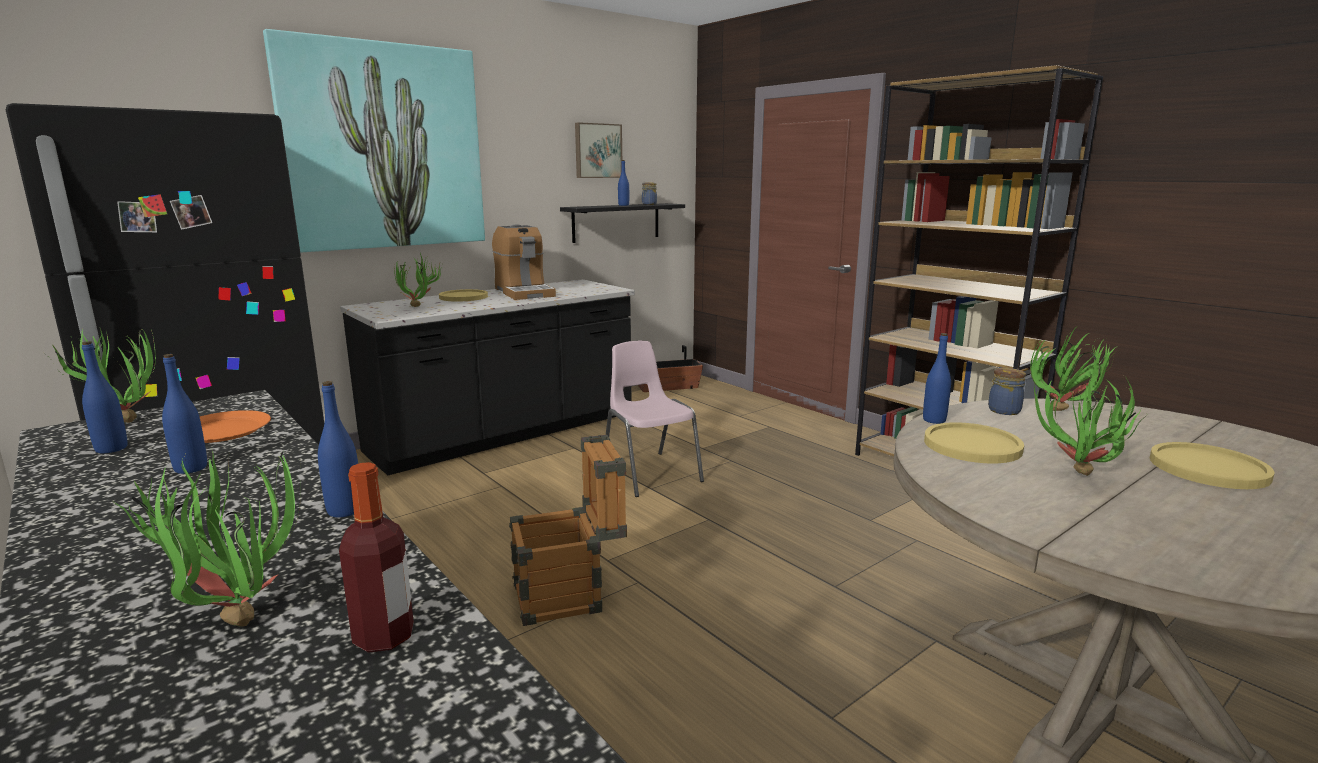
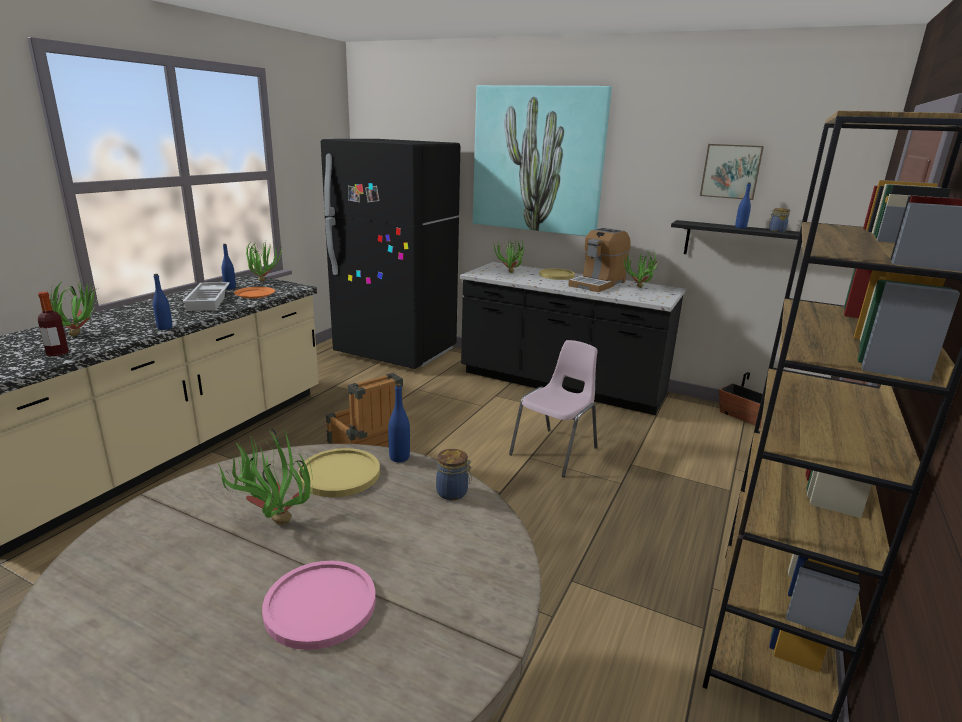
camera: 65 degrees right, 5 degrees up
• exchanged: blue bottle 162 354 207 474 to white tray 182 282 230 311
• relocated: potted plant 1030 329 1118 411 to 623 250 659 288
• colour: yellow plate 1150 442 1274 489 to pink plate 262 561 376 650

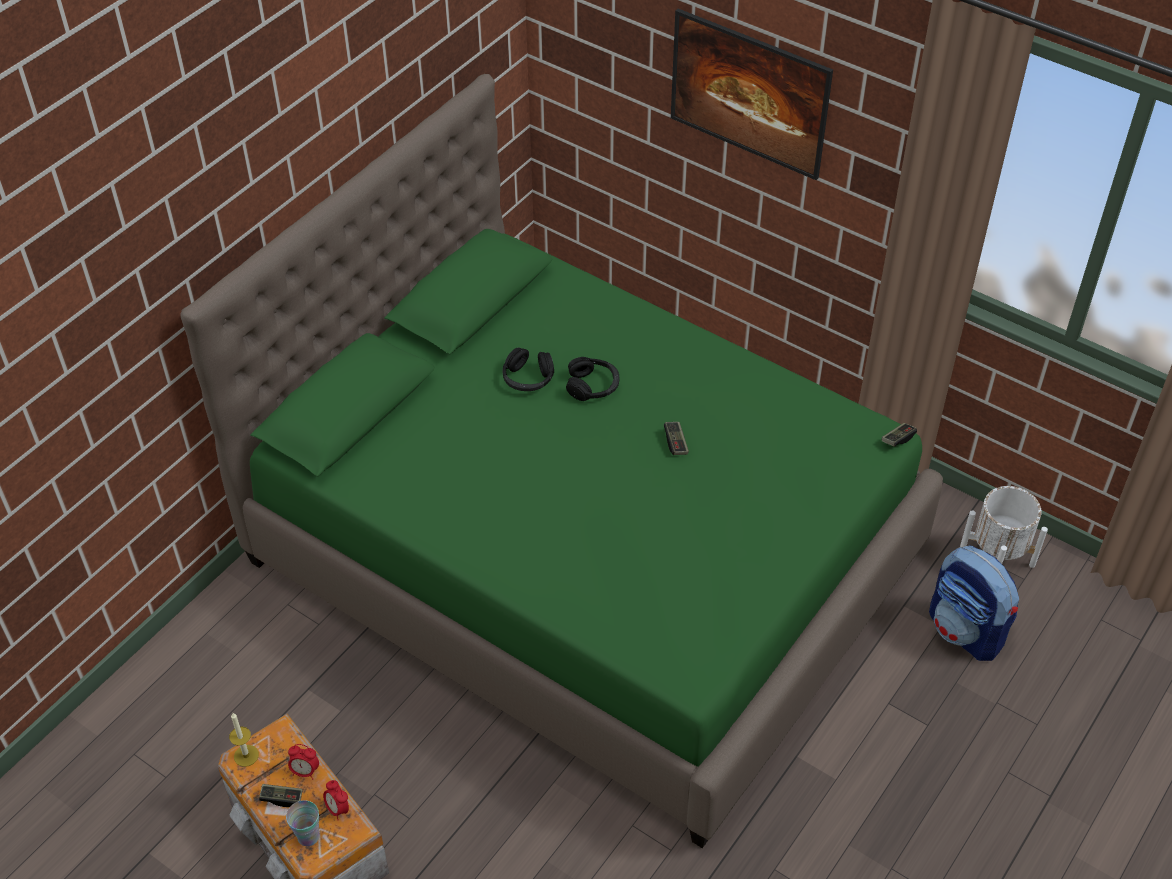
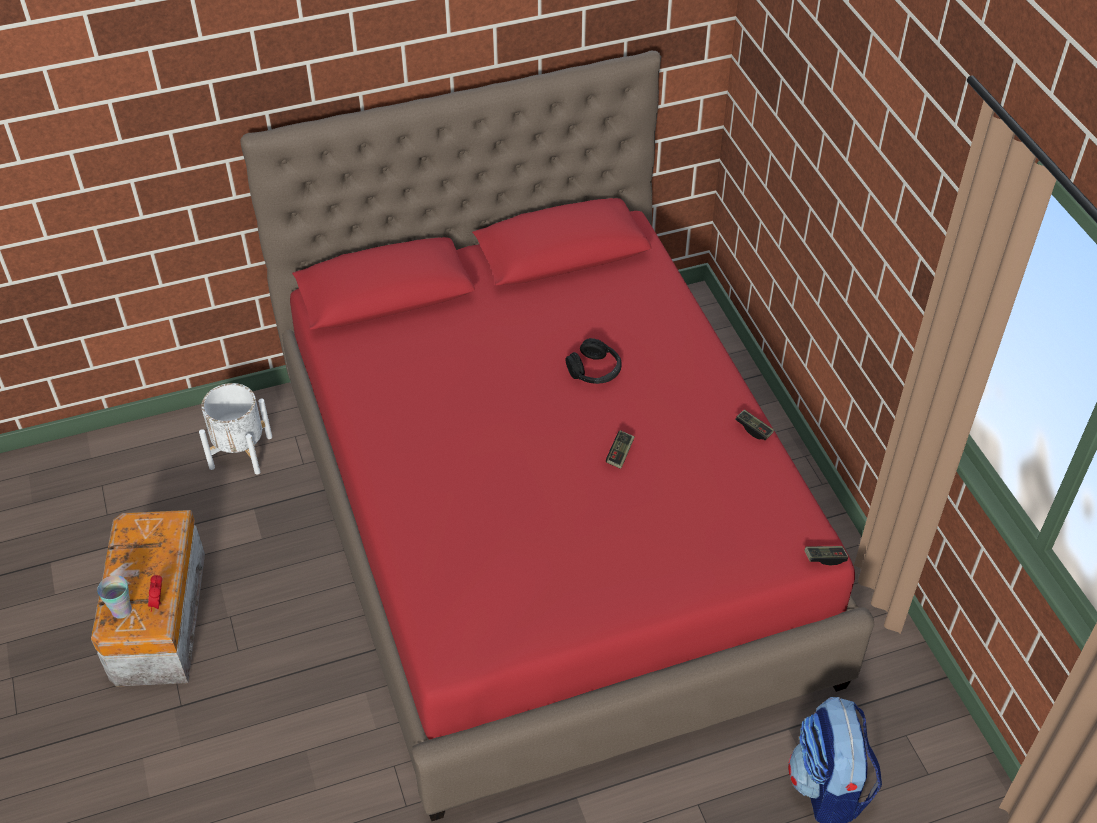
camera: 35 degrees right, 0 degrees up
• colour: green bed 181 74 943 848 to red bed 240 51 874 821
• missing: candle 229 713 259 767
• relocated: game controller 259 784 302 807 to 735 409 774 440
• missing: alarm clock 288 744 319 779
• missing: black headphones 503 348 554 391
• missing: picture 671 9 833 180
• relocated: white planter 960 486 1048 568 to 199 383 272 475

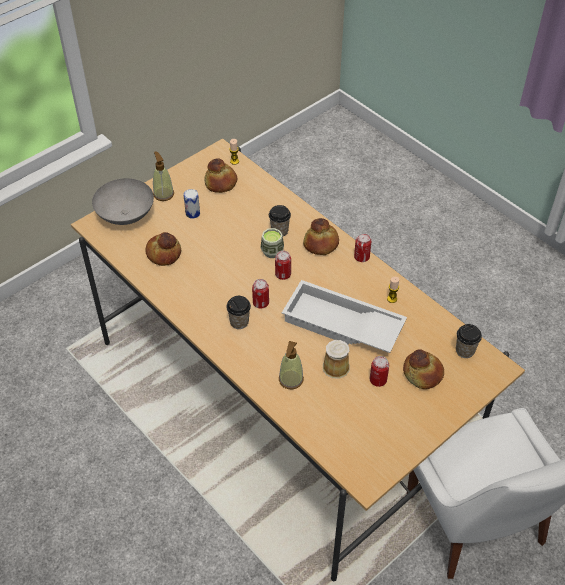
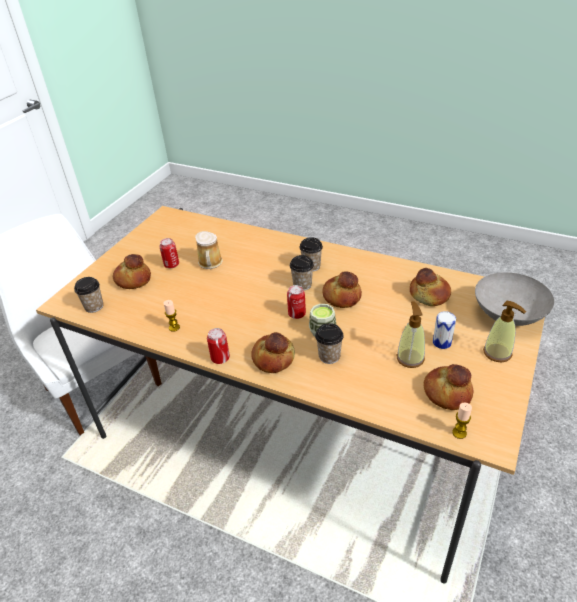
camera: 160 degrees right, 10 degrees down
• exchanged: can 252 279 269 309 to cup 290 255 314 291
• relocated: soap dispenser 279 341 304 389 to 397 301 425 368
• missing: white tray 282 280 407 353
• appeared: bread 323 271 362 308

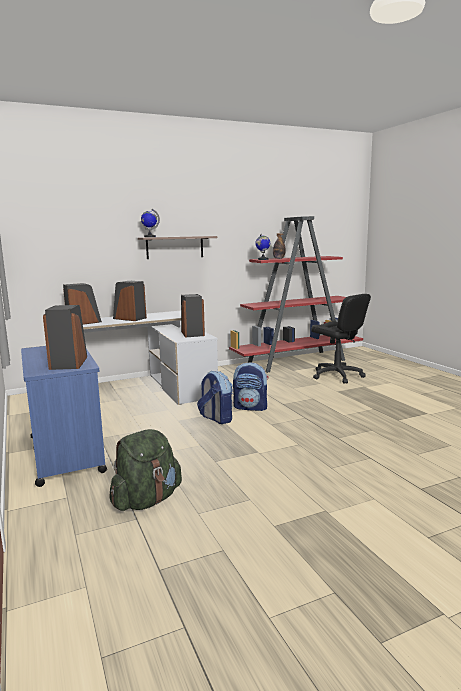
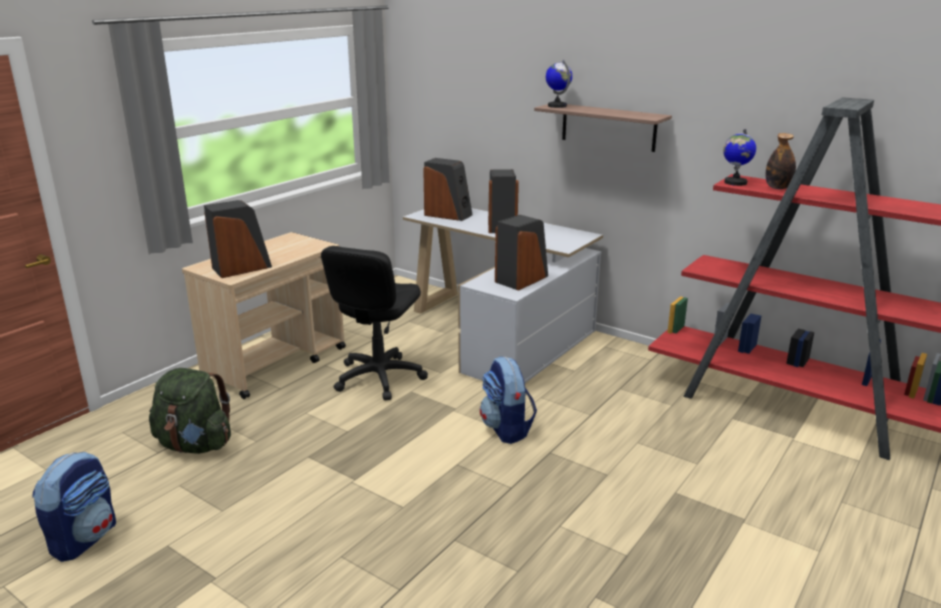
camera: 60 degrees right, 10 degrees up
• colour: blue cart 21 346 107 487 to beige cart 182 232 346 399
• relocated: backpack 197 371 233 424 to 32 452 116 562
• relocated: black office chair 311 294 371 384 to 321 246 428 401

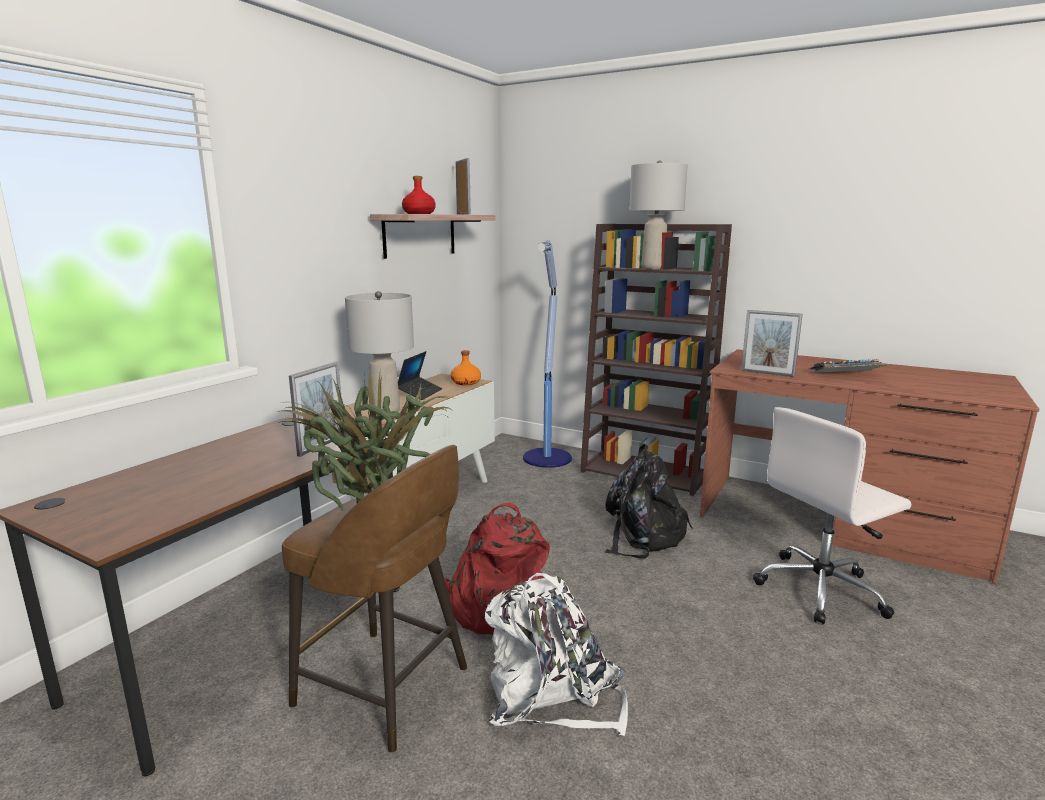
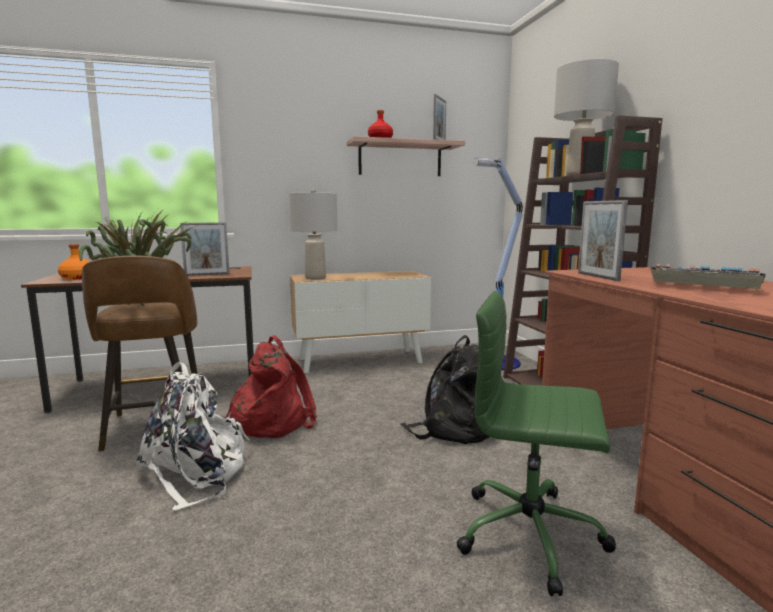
camera: 45 degrees right, 5 degrees down
• missing: laptop 398 351 443 400
• relocated: orange bottle 451 350 481 385 to 58 244 90 280
• colour: white office chair 753 407 911 624 to green office chair 457 291 616 597

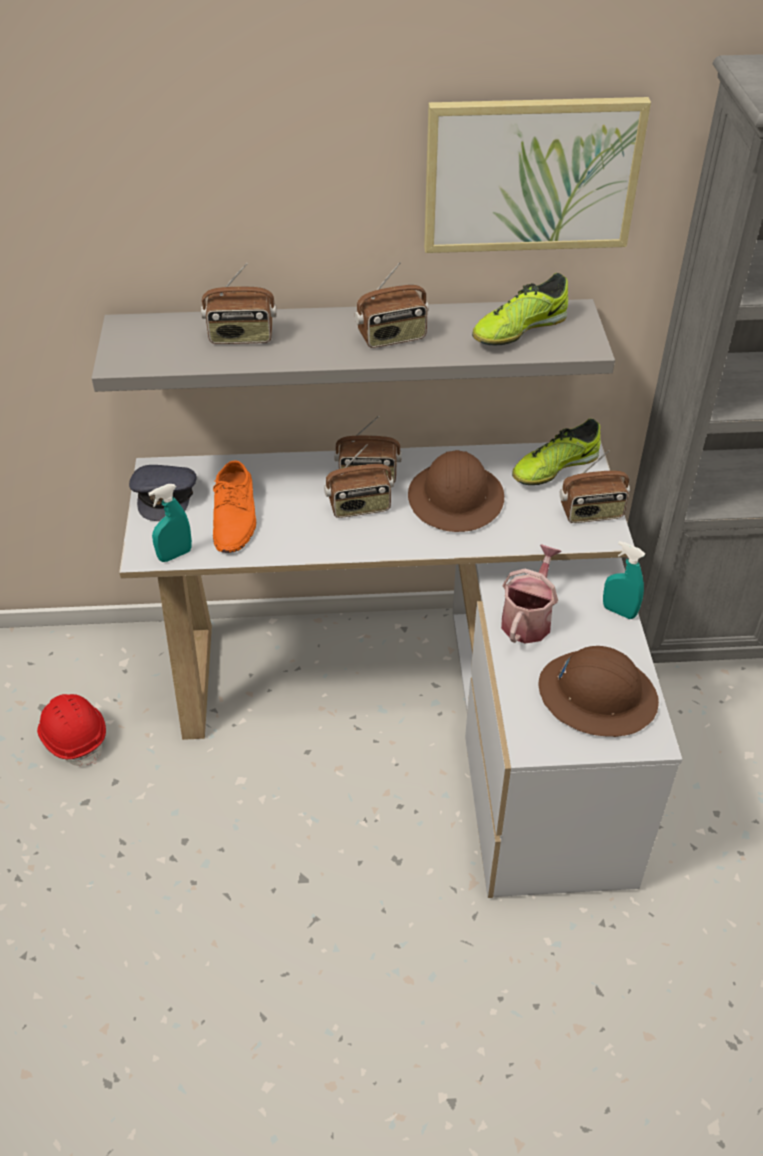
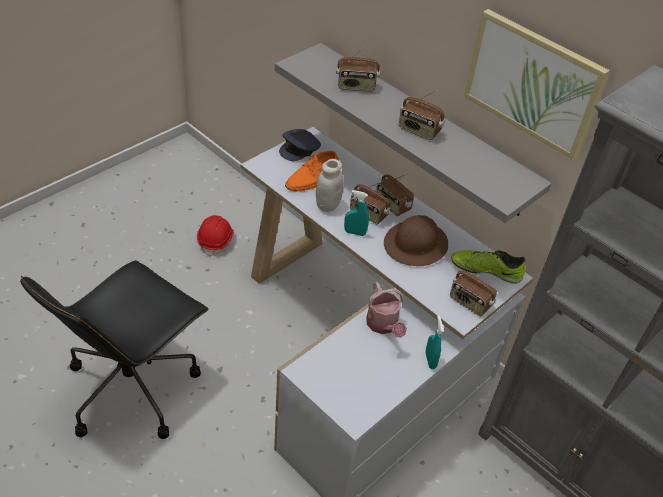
camera: 45 degrees right, 0 degrees up
• relocated: turquoise spray bottle 148 484 192 562 to 344 190 369 236
• spun: radio 201 263 277 344 = 336 44 380 92 45 degrees counterclockwise
• missing: shoe 472 273 568 345
• spun: watering can 501 544 562 644 = 367 282 407 338 90 degrees clockwise
• missing: brown hard hat 538 646 659 737
• appeared: black office chair 20 260 208 439
• appeared: white jar 316 159 344 212

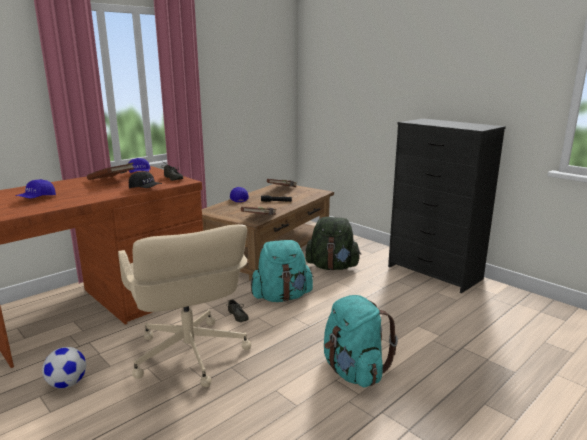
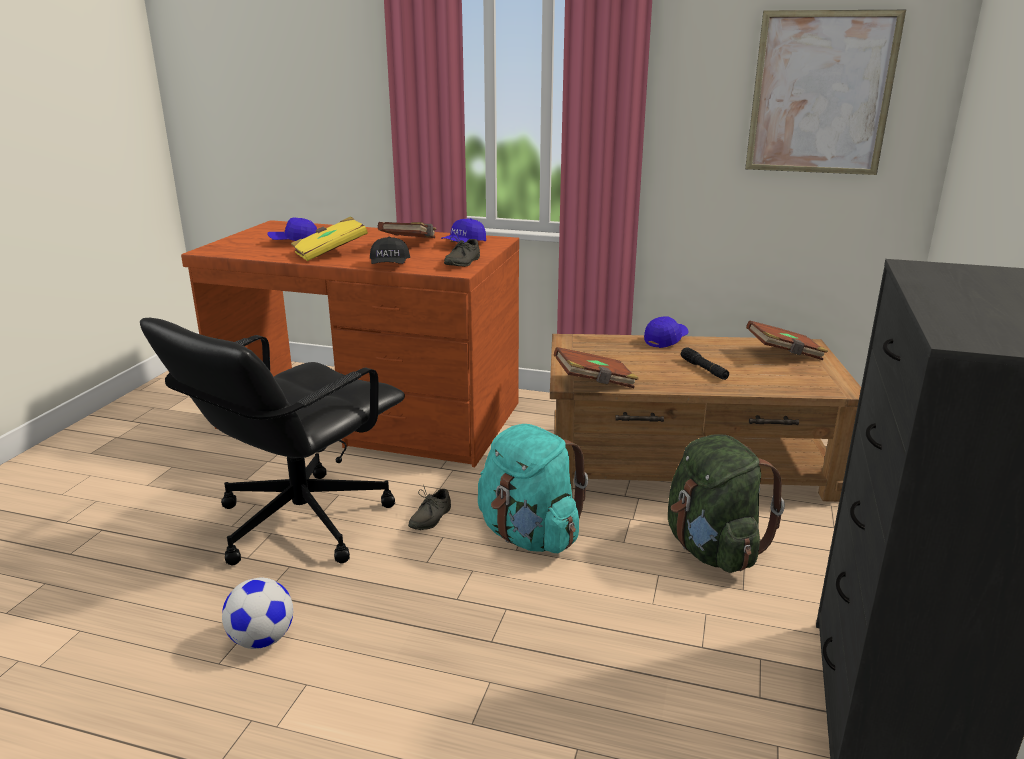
camera: 60 degrees right, 5 degrees up
• relocated: football 42 347 86 388 to 222 578 293 649
• colour: beige office chair 118 224 251 387 to black office chair 140 318 405 565
• missing: turquoise backpack 324 295 398 388
• appeared: yellow book 291 216 368 261
• appeared: picture 745 10 906 175

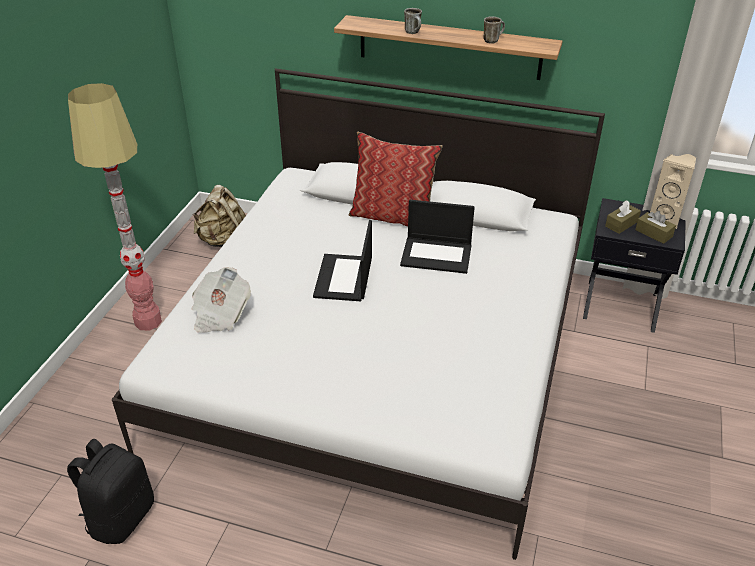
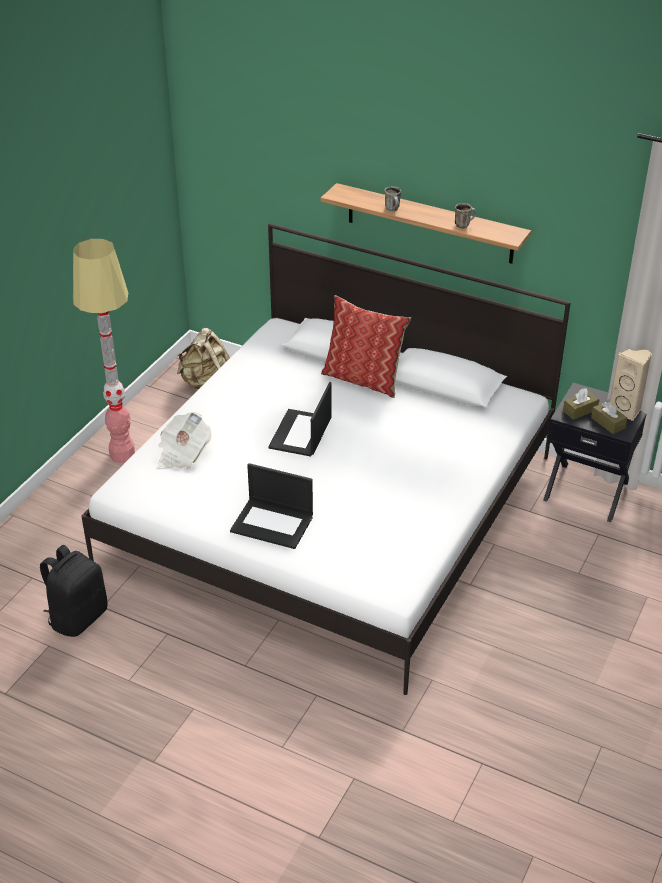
camera: 10 degrees right, 0 degrees up
• relocated: laptop 400 200 475 274 to 230 463 313 549

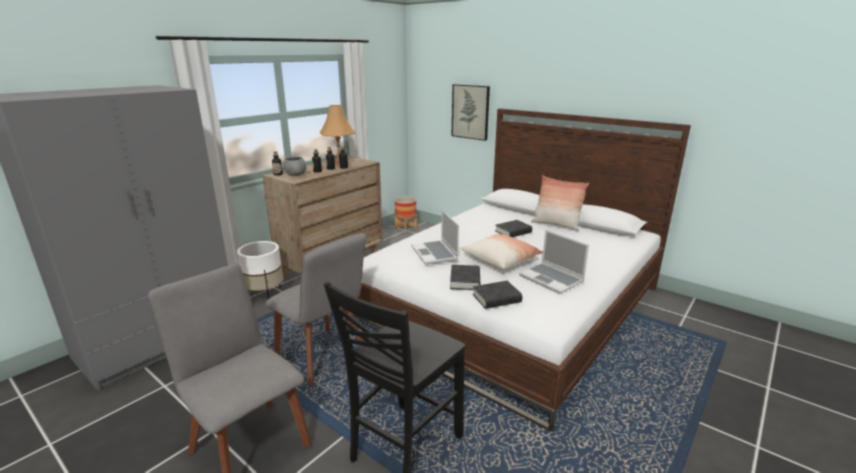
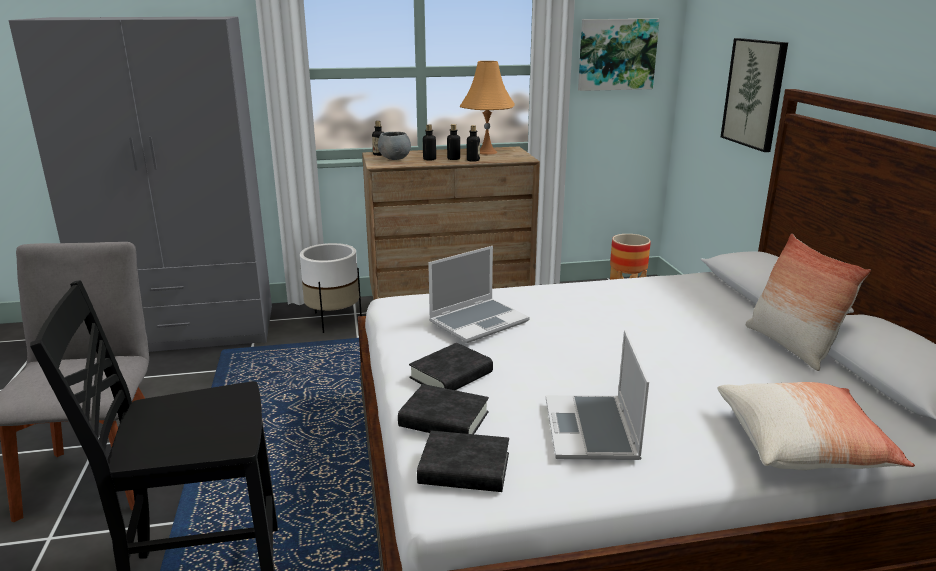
camera: 40 degrees right, 0 degrees up
• missing: grey chair 265 233 366 386
• spun: laptop 411 210 459 265 = 428 246 530 343 150 degrees counterclockwise
• relocated: pillow 461 234 543 270 to 717 382 915 470
• relocated: black book 495 220 532 237 to 417 431 509 492
• appeared: picture 578 19 660 91

